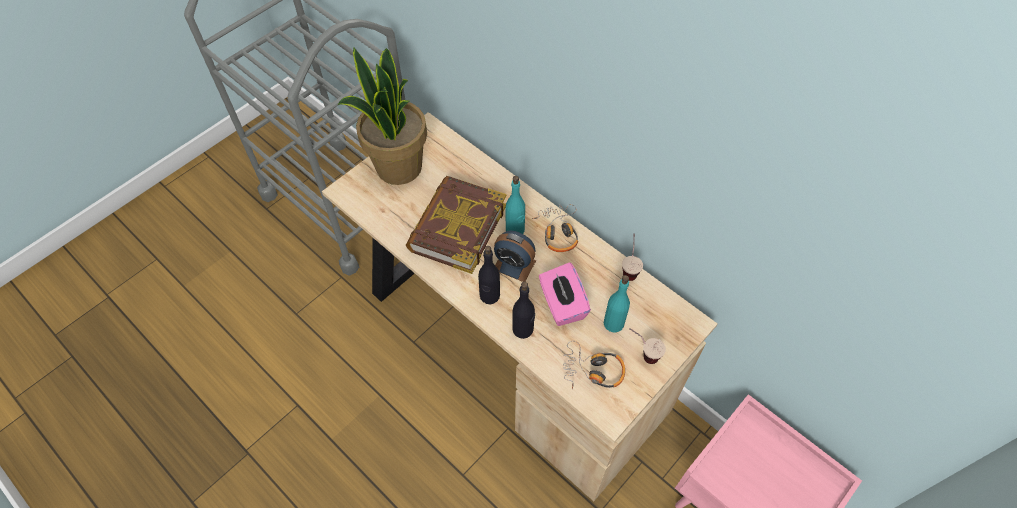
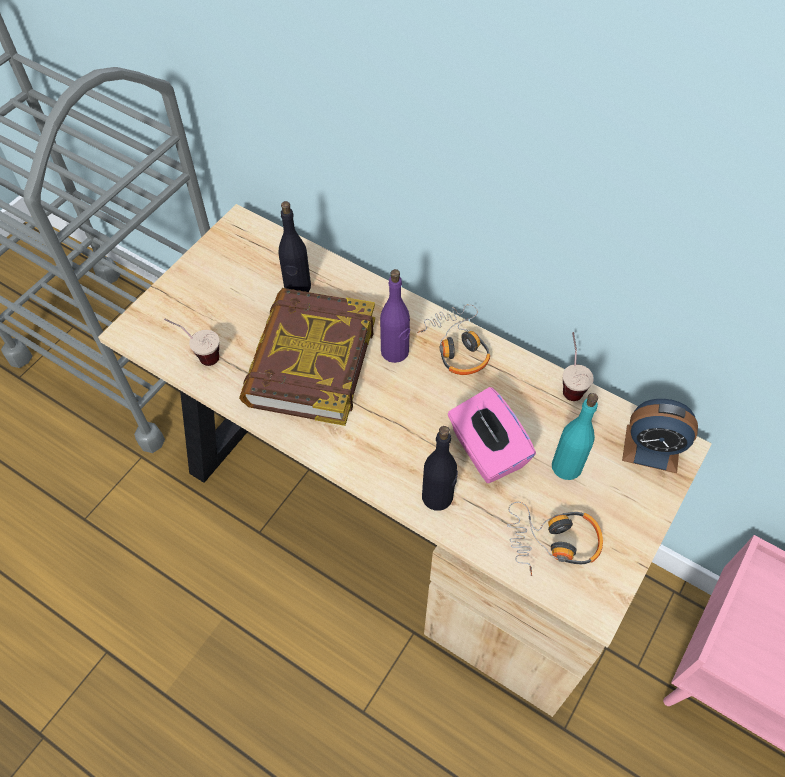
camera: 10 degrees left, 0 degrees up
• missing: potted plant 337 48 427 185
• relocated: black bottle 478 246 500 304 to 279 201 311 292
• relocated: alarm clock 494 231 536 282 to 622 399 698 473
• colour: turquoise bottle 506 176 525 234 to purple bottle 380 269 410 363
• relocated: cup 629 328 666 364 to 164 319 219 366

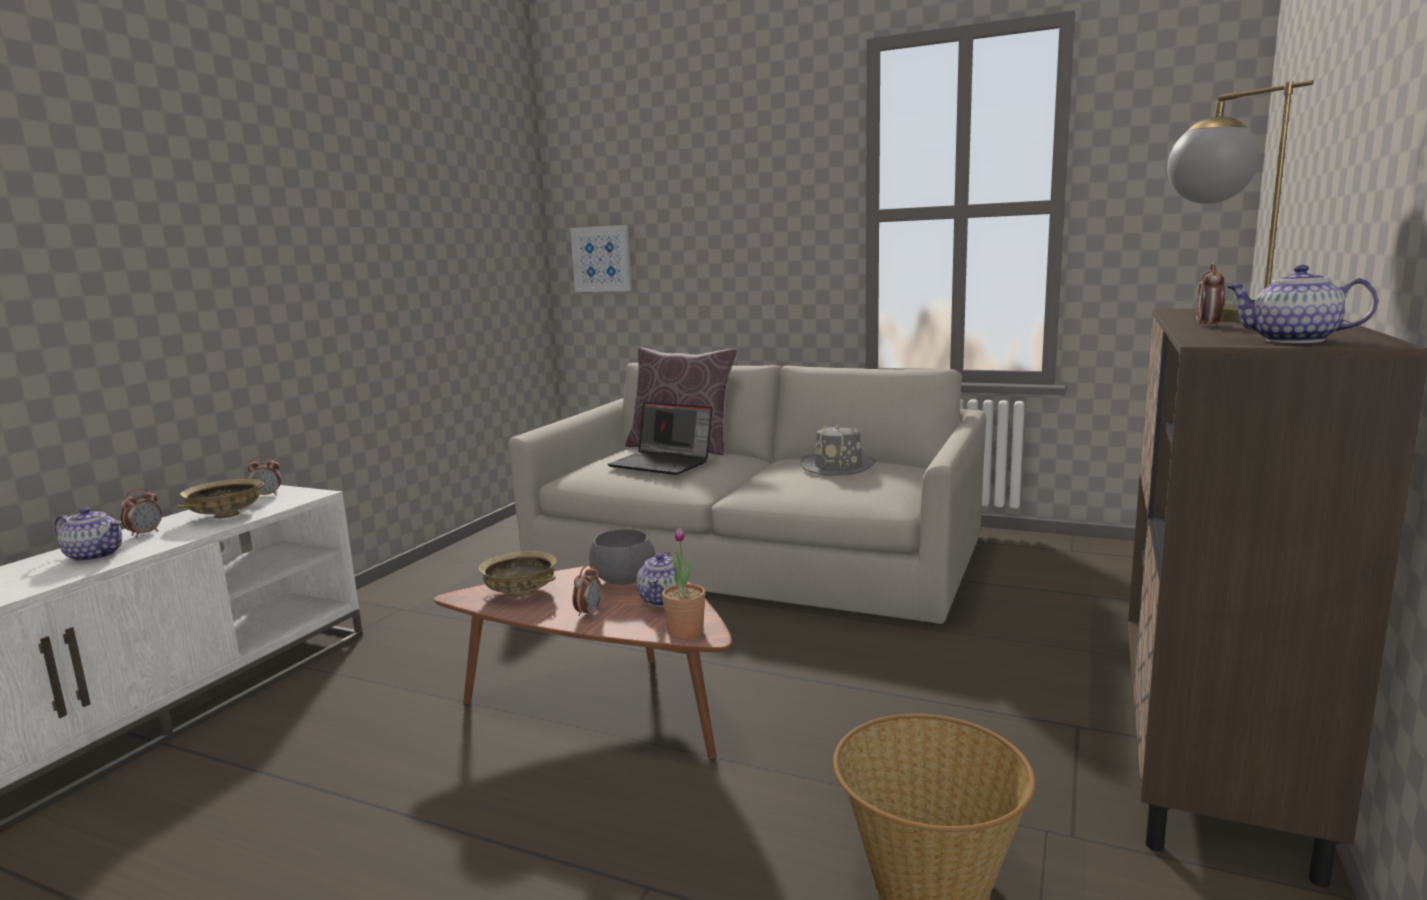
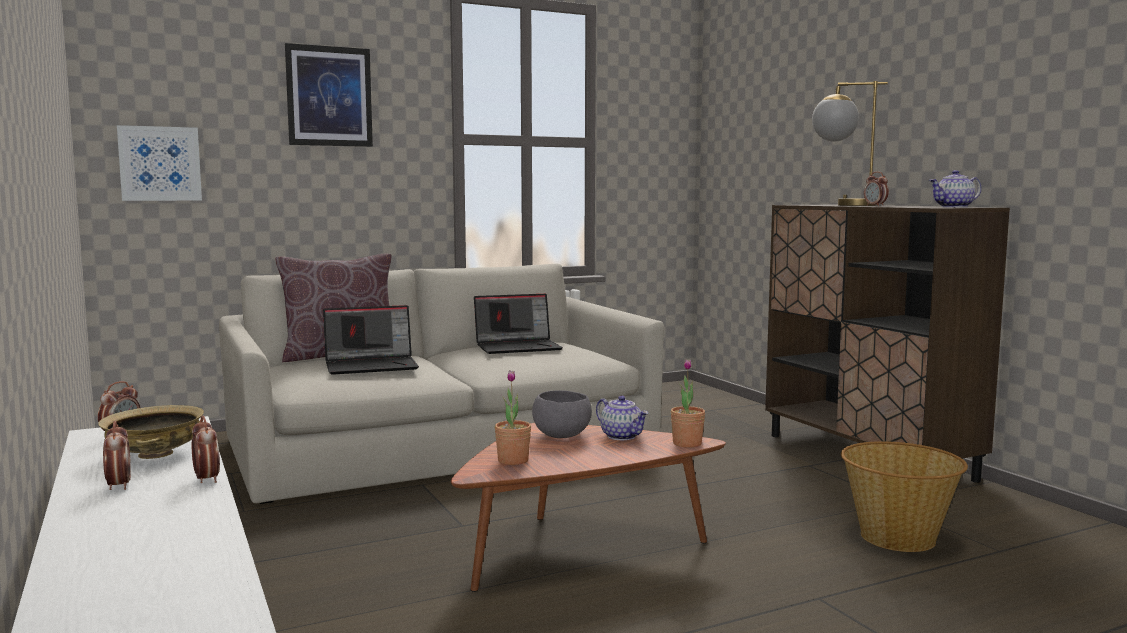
camera: 50 degrees left, 5 degrees down
• missing: teapot 54 507 122 562
• exchanged: beige bowl 479 551 557 598 to potted plant 495 370 531 465
• relocated: alarm clock 573 564 602 619 to 192 415 220 483
• exchanged: grey hat 800 423 877 476 to laptop 474 294 563 354
• appeared: picture 285 43 373 147

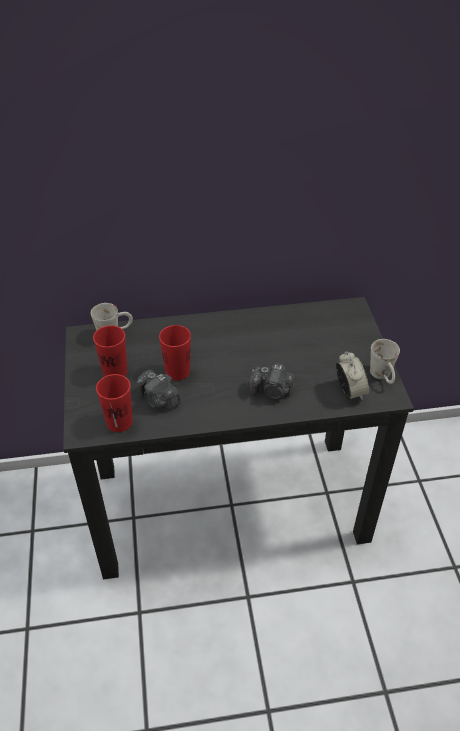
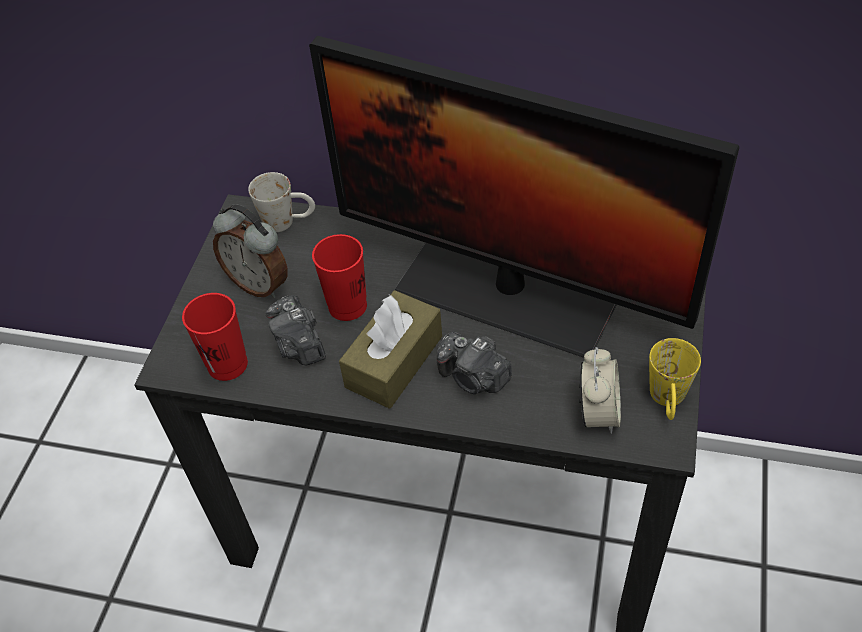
camera: 25 degrees right, 5 degrees up
• exchanged: red cup 93 325 128 377 to alarm clock 213 204 288 298
• colour: white mug 370 339 400 384 to yellow mug 649 338 701 420
• appeared: monitor 309 36 740 358
• appeared: brown tissue box 339 290 442 409

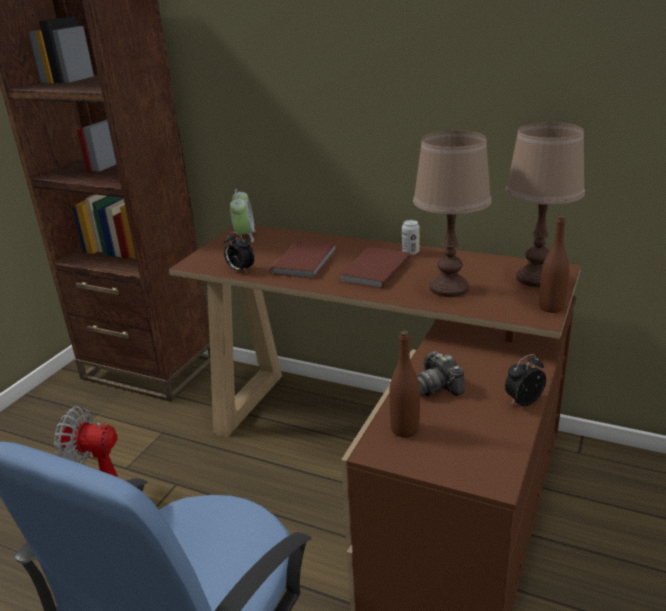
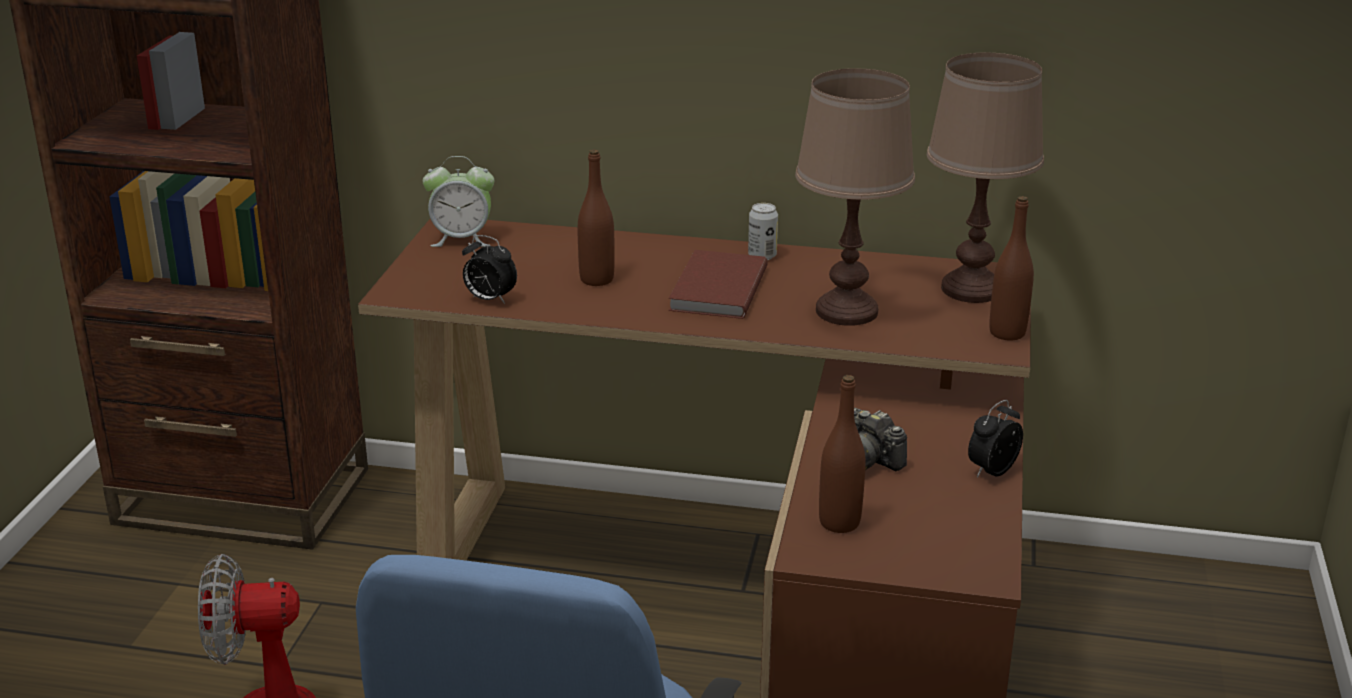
camera: 15 degrees left, 0 degrees up
• spun: alarm clock 230 189 256 242 = 423 156 494 247 105 degrees clockwise
• exchanged: brown book 270 240 336 279 to brown bottle 578 149 614 286

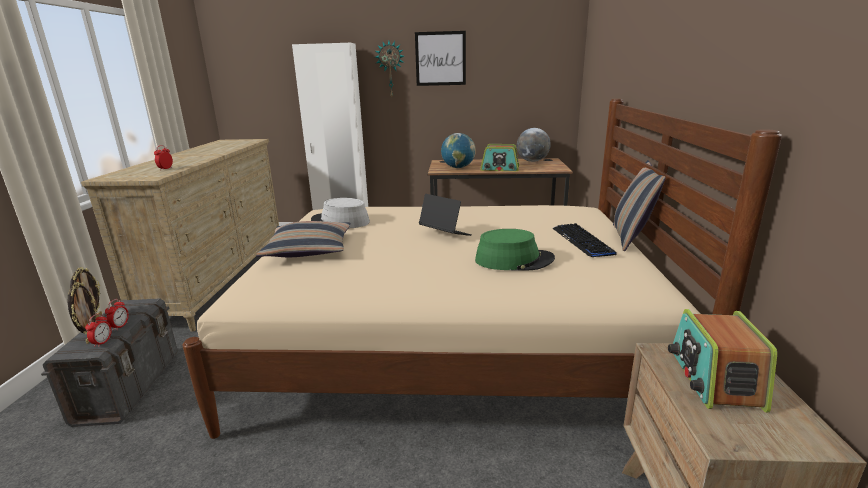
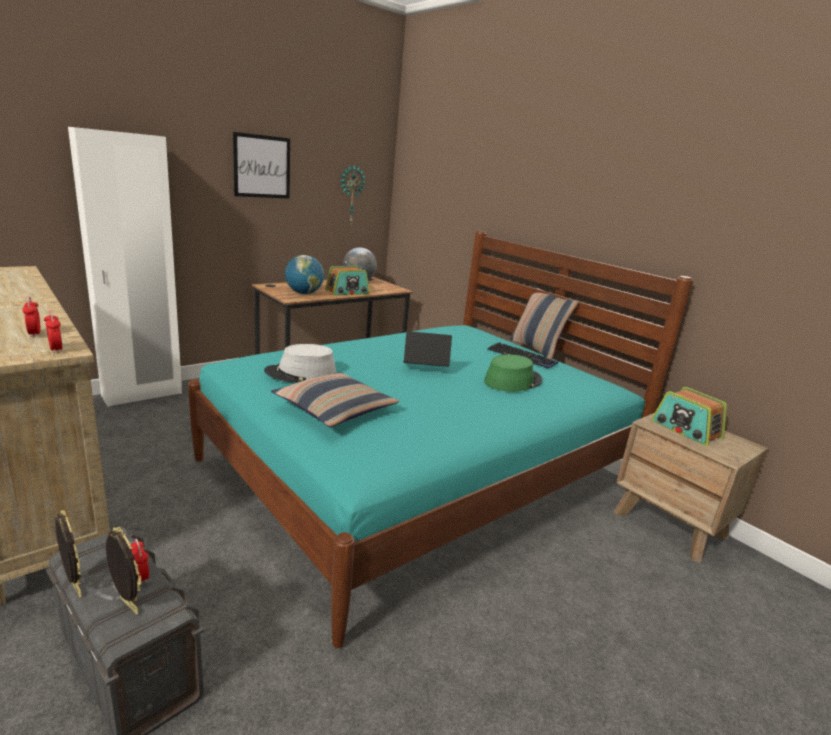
camera: 45 degrees left, 0 degrees up
• relocated: alarm clock 85 314 112 347 to 44 310 62 353
• colour: beige bed 183 99 782 439 to turquoise bed 188 231 693 648
• relocated: wall clock 375 41 404 97 to 340 164 367 223

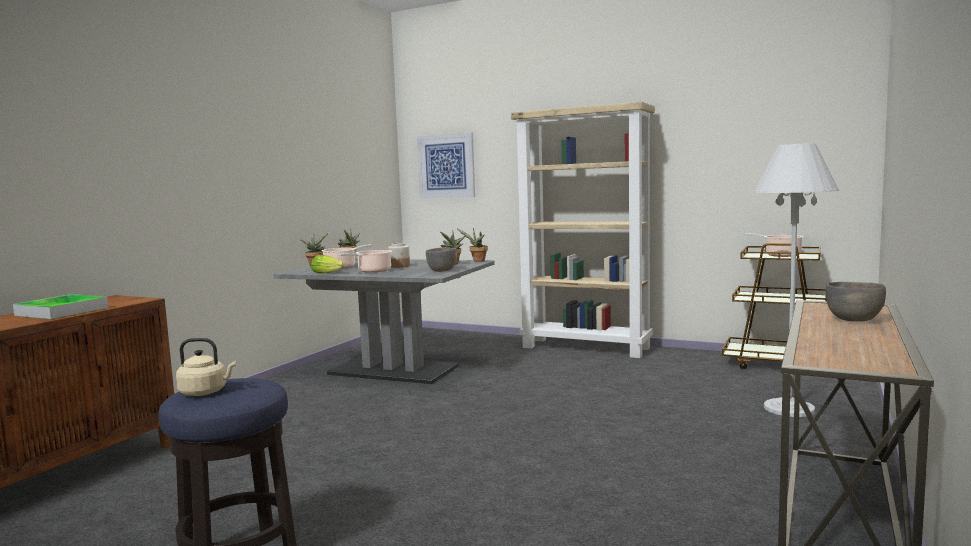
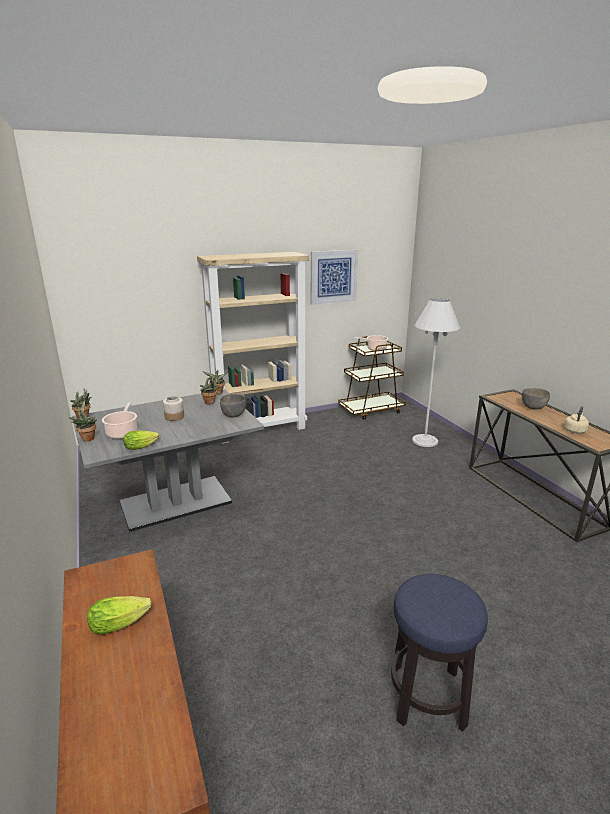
camera: 50 degrees left, 15 degrees up
• exchanged: tray 13 294 108 319 to lettuce 87 596 152 634
• relocated: beige kettle 176 338 236 396 to 564 406 589 433
• missing: cooking pot 338 250 392 273
• relocated: picture 417 133 475 198 to 311 250 358 305

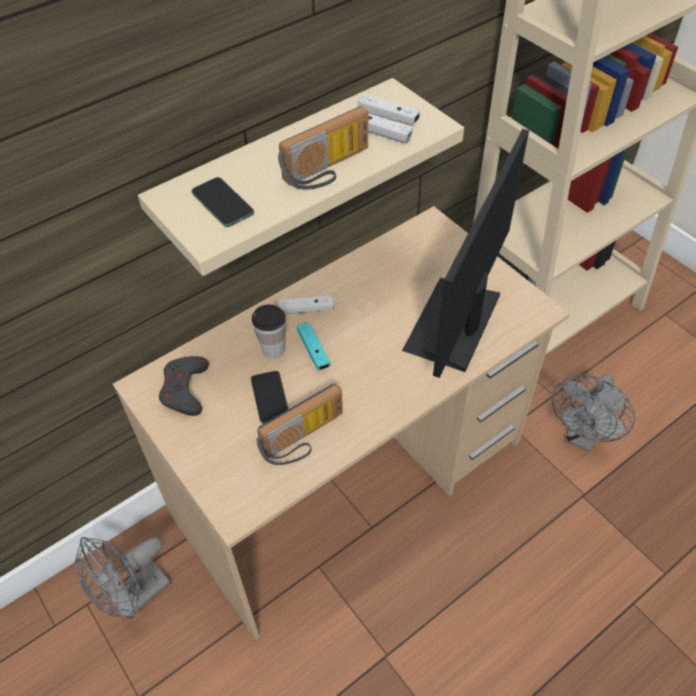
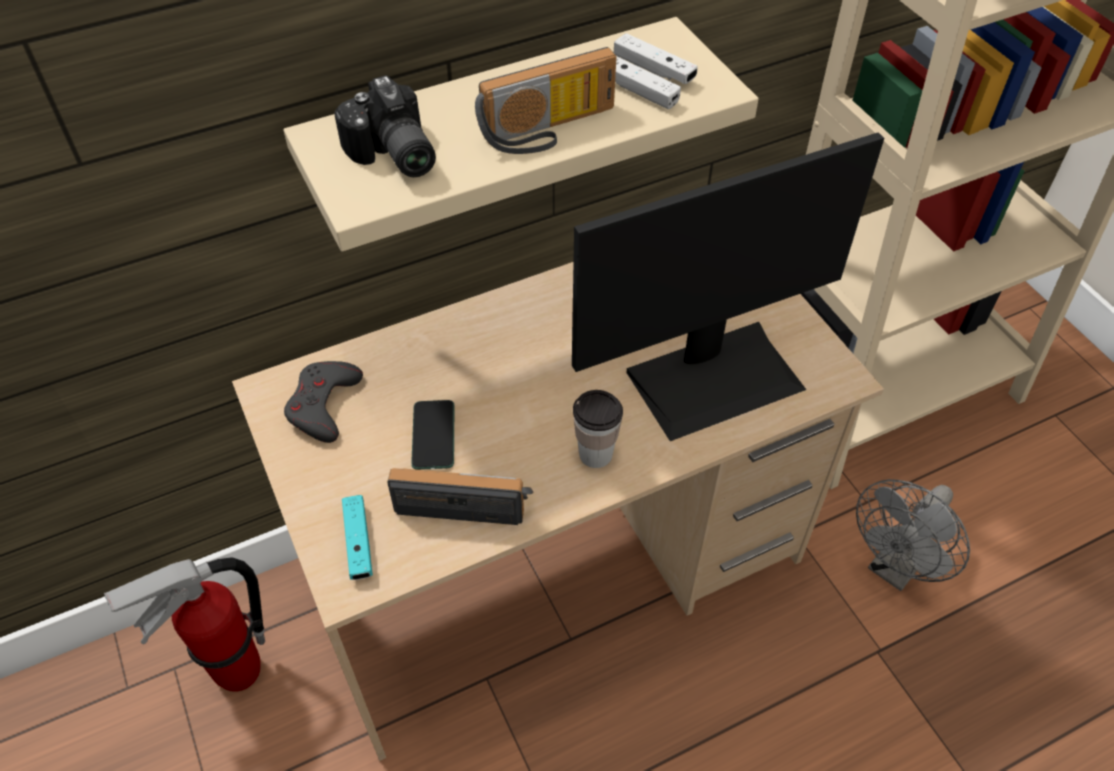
camera: 10 degrees right, 0 degrees up
• exchanged: grey fan 75 537 171 619 to fire extinguisher 104 557 265 692
• exchanged: phone 192 177 254 227 to photo camera 335 75 436 177
• relocated: cup 252 304 286 359 to 573 390 623 468
• spun: radio 257 384 343 465 = 387 468 534 525 150 degrees counterclockwise
• missing: white game controller 278 295 334 314
• relocated: turquoise game controller 297 322 331 370 to 342 495 373 580
• spun: monitor 402 129 529 378 = 572 132 884 441 150 degrees counterclockwise

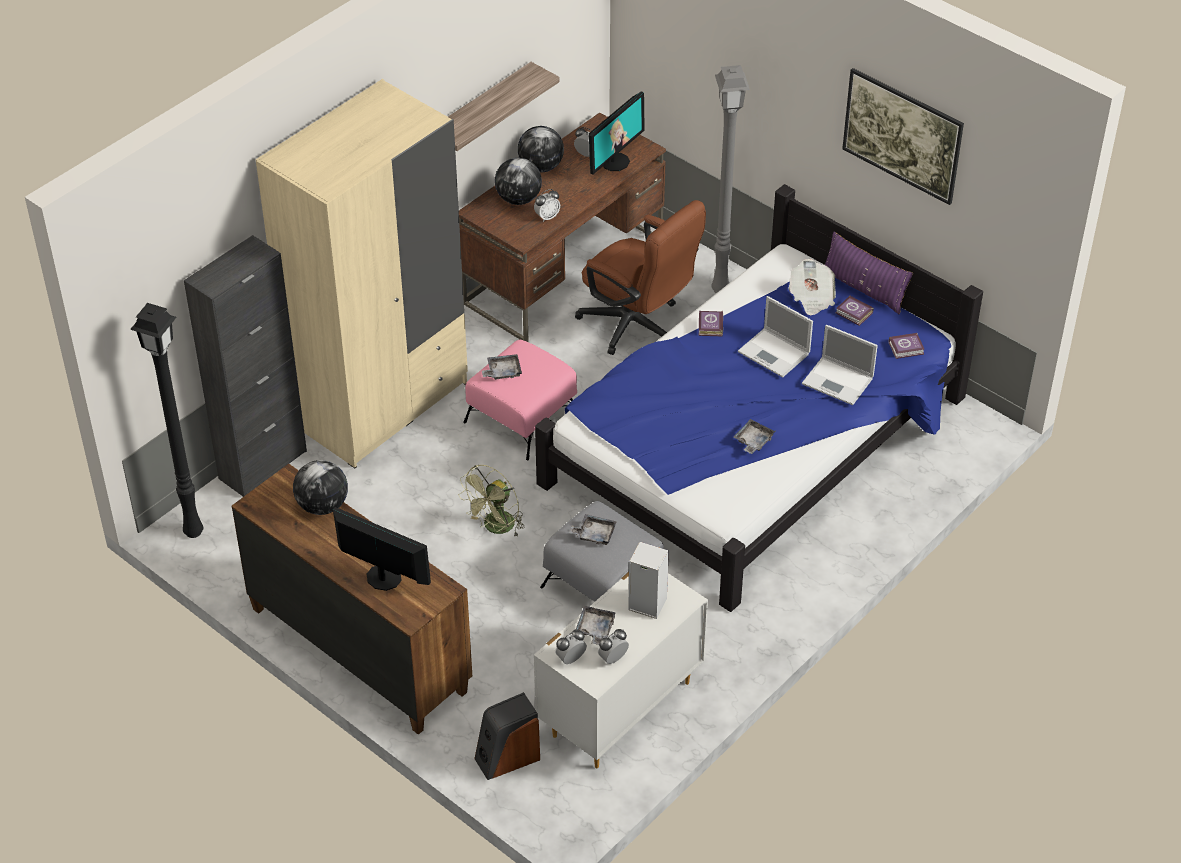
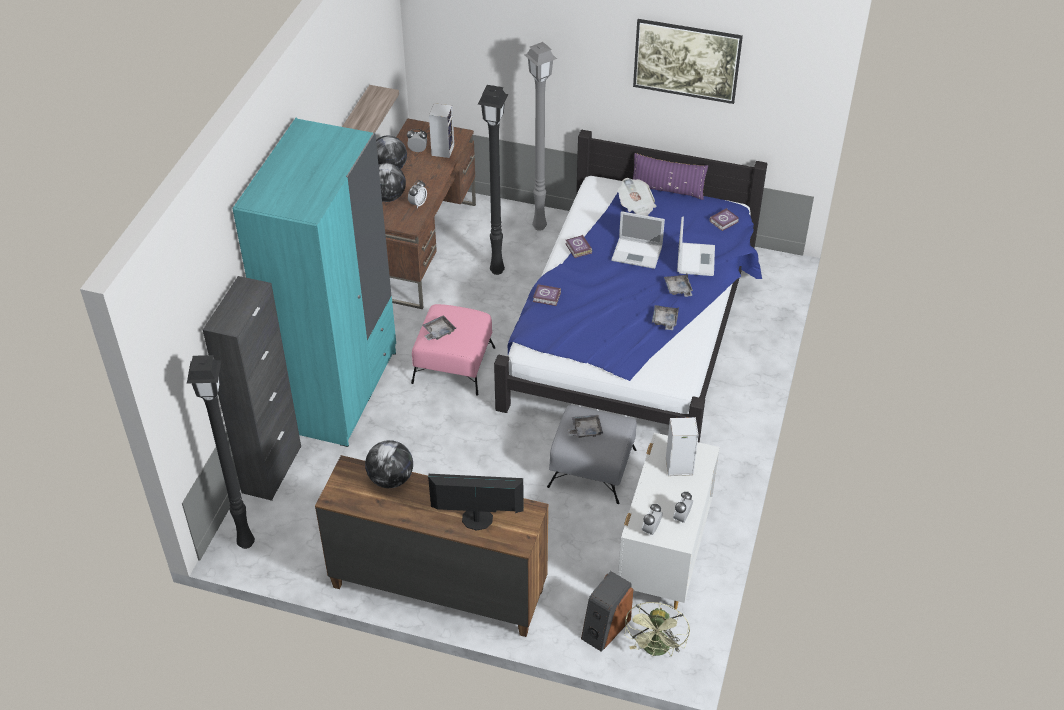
camera: 25 degrees left, 0 degrees up
• colour: beige wardrobe 256 79 468 468 to turquoise wardrobe 232 118 396 447
• relocated: green fan 458 465 525 537 to 624 602 690 657
• exchanged: brown office chair 575 200 706 355 to black floor lamp 477 85 508 275
• relocated: grey tray 575 606 616 645 to 664 274 693 297
• exchanged: monitor 589 91 645 175 to speaker 429 103 454 158
• spun: laptop 802 325 878 405 = 677 217 715 276 90 degrees counterclockwise
• relocated: book 836 296 874 326 to 533 284 561 306

